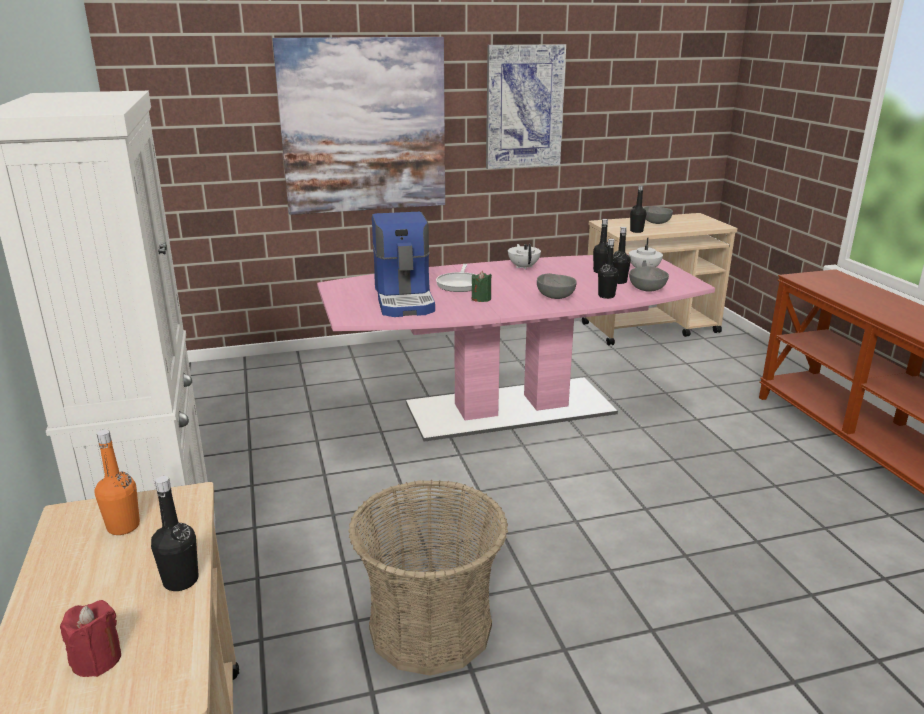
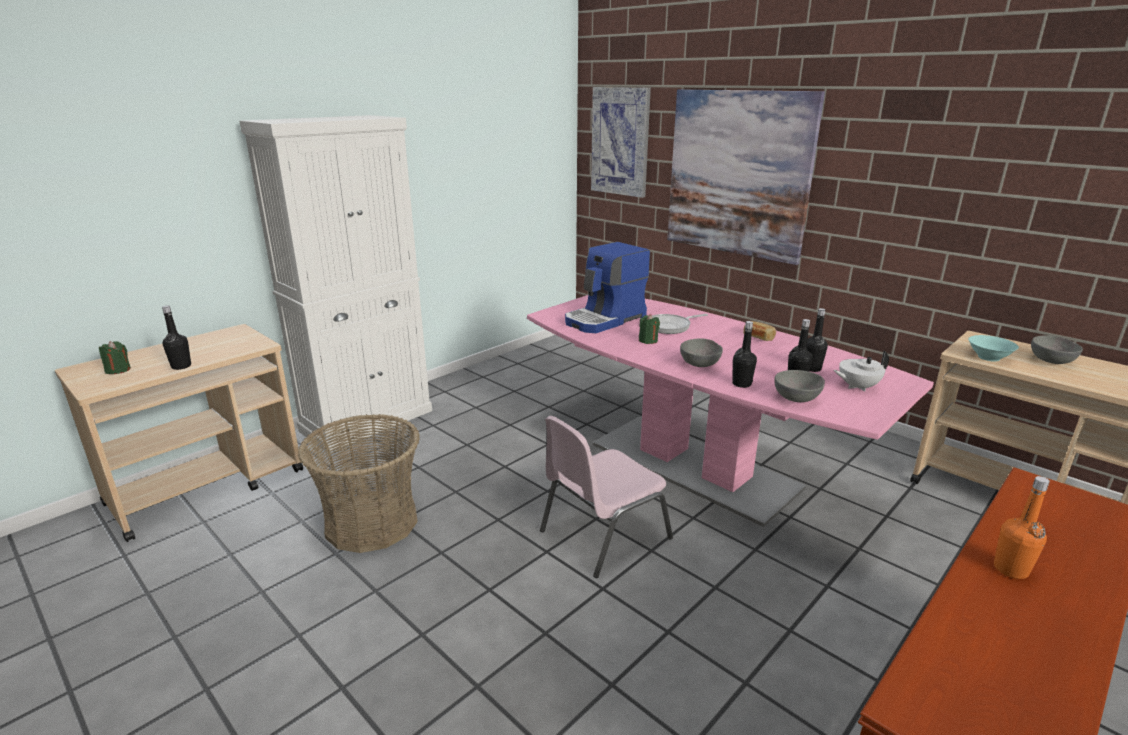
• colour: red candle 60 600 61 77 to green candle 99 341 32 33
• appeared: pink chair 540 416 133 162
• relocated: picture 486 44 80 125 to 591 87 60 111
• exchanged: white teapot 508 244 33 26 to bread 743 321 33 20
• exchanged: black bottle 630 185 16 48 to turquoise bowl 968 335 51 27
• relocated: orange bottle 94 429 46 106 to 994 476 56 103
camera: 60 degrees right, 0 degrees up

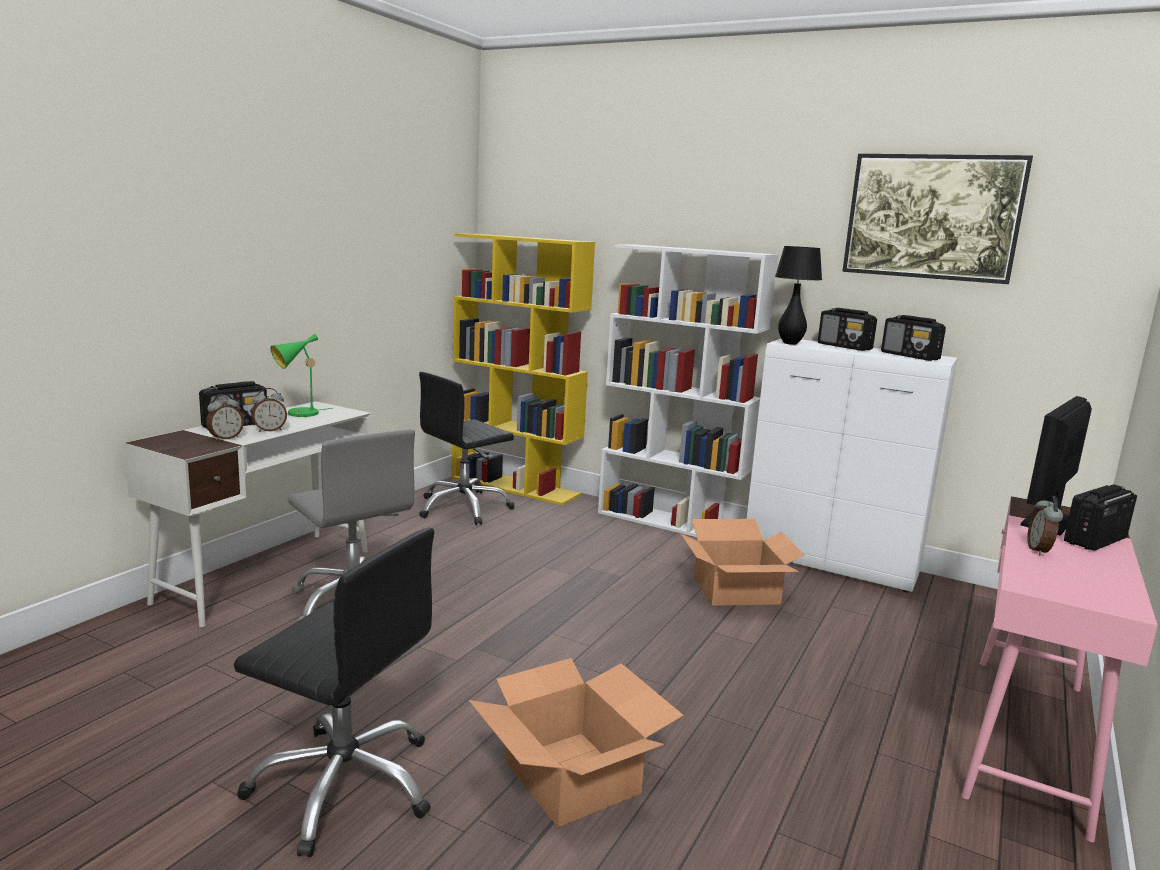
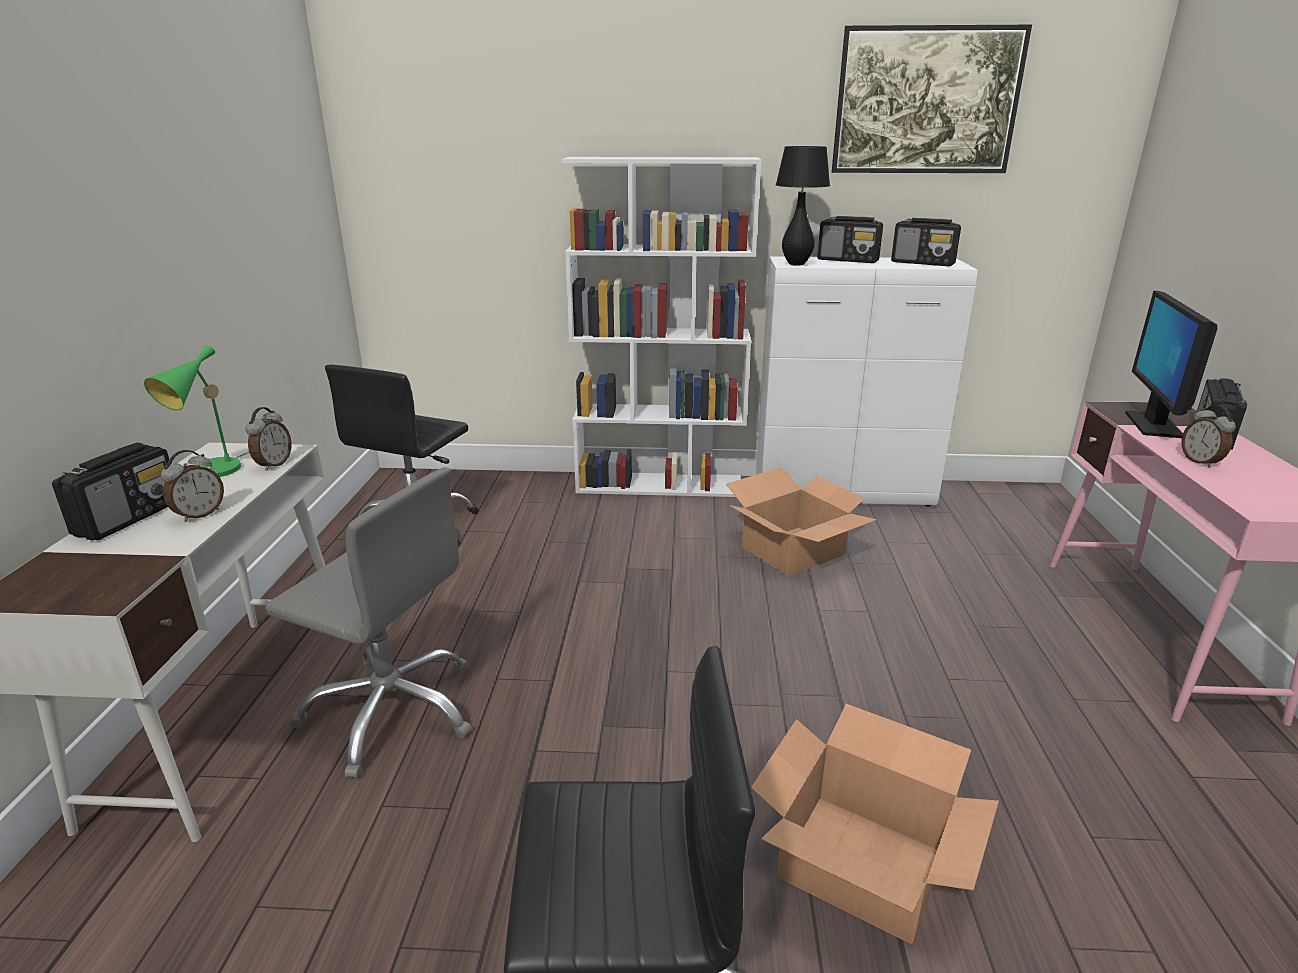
• relocated: alarm clock 206 394 38 47 to 246 407 46 64
• missing: yellow bookcase 451 233 144 272
camera: 25 degrees left, 10 degrees up

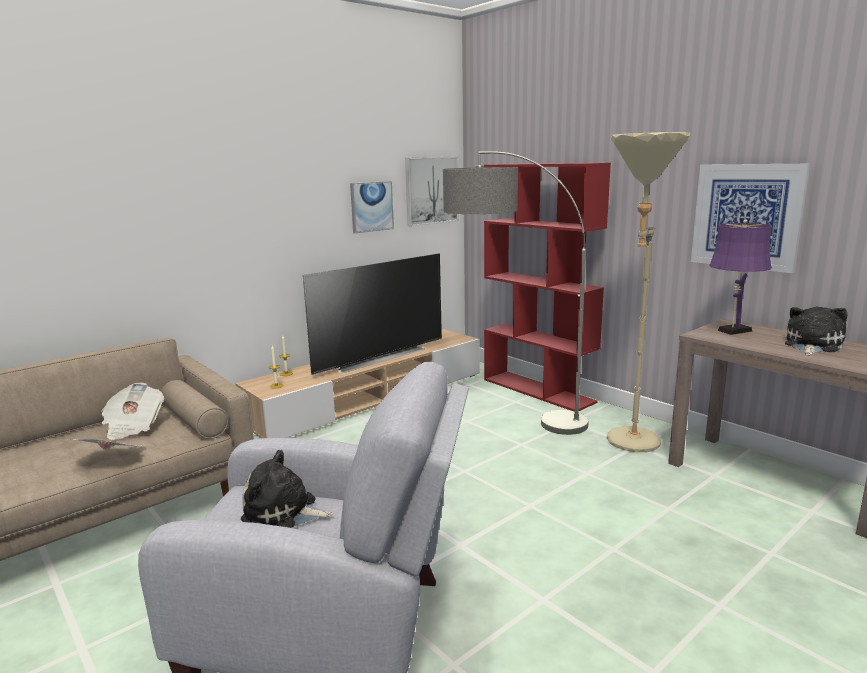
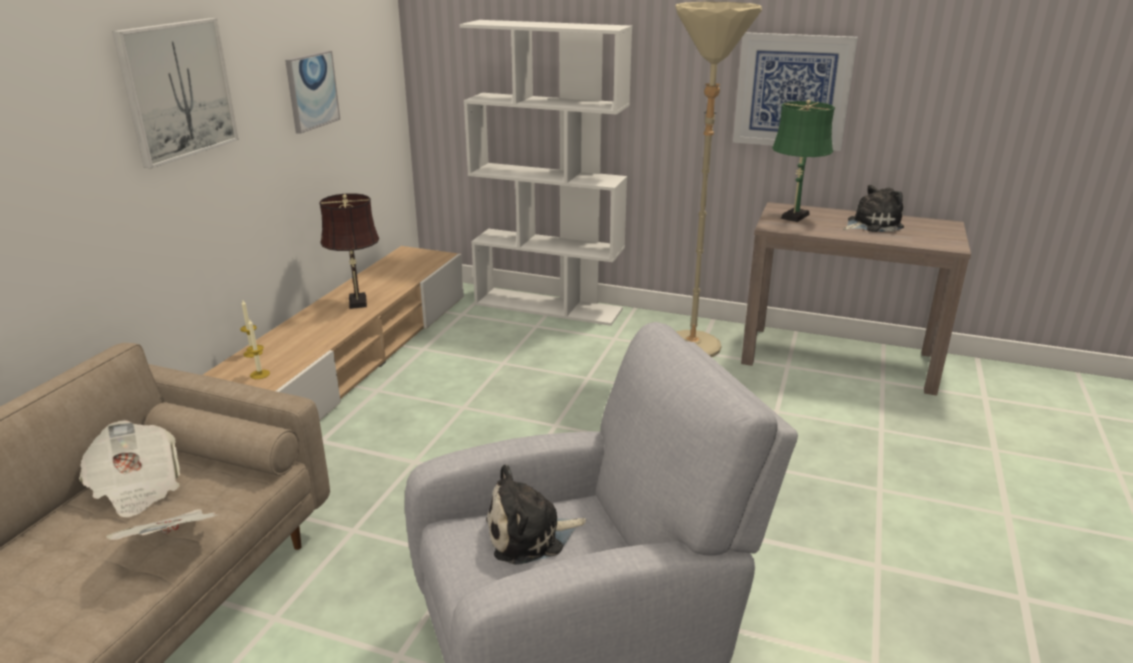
• relocated: picture 405 156 54 71 to 112 18 127 150
• exchanged: television 303 253 139 122 to brown table lamp 319 193 60 116
• colour: red bookcase 484 163 127 248 to white bookcase 460 20 172 306
• colour: purple table lamp 709 219 63 116 to green table lamp 772 99 63 123
• spun: plush toy 785 307 62 49 = 843 185 61 47 60 degrees clockwise
• missing: floor lamp 443 151 146 284
camera: 30 degrees left, 10 degrees up

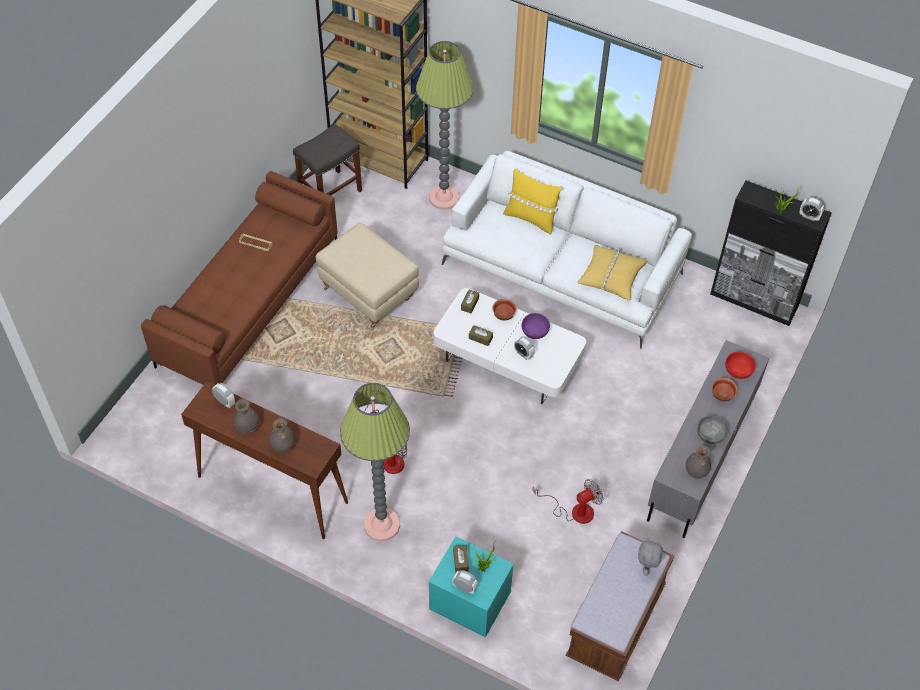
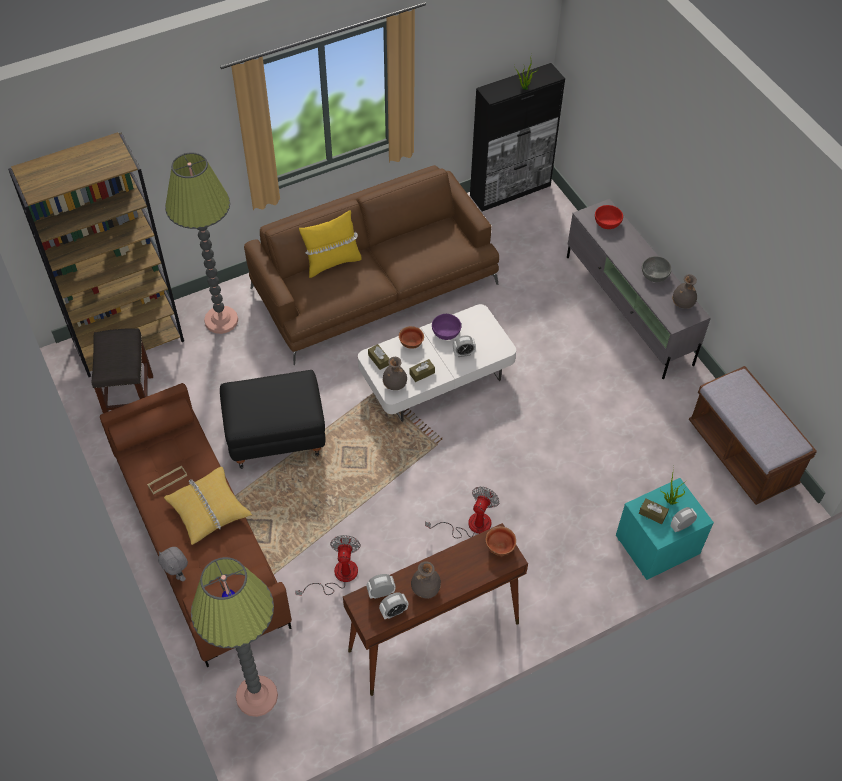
• relocated: grey plush toy 638 538 25 38 to 158 547 30 34
• relocated: yellow pillow 577 245 70 56 to 164 467 88 78
• relocated: floor lamp 340 383 70 158 to 191 557 87 160
• colour: beige ottoman 316 222 103 106 to black ottoman 220 370 105 99
• colour: white sofa 442 151 250 198 to brown sofa 244 165 255 200
• relocated: fan 532 479 71 45 to 295 535 66 61
• relocated: alarm clock 799 197 25 24 to 379 592 29 27
• relocated: grey vase 269 418 26 35 to 383 357 24 33
• relocated: bowl 712 378 26 24 to 486 526 30 30
camera: 55 degrees left, 0 degrees up

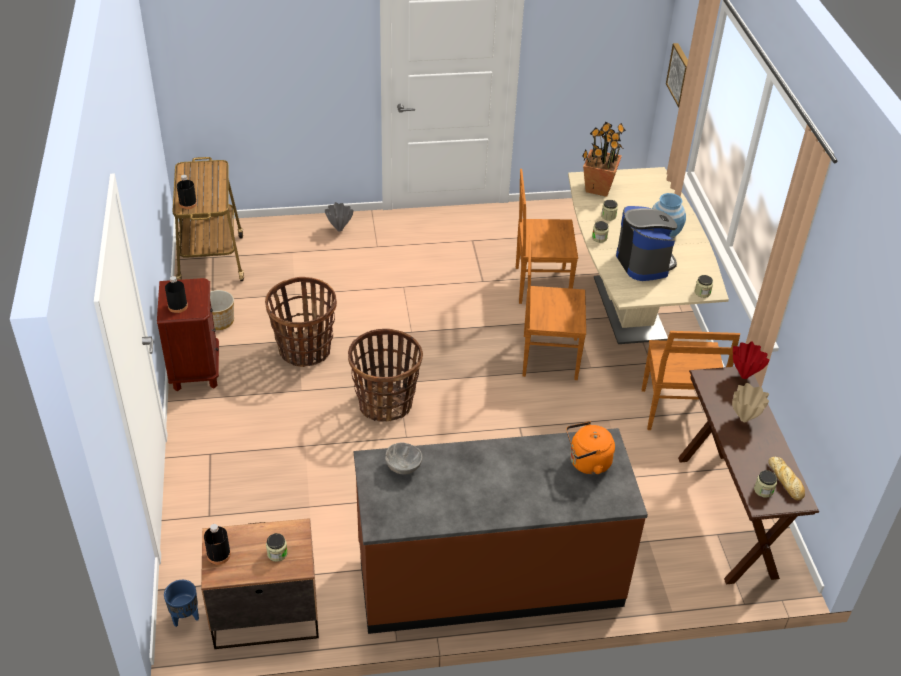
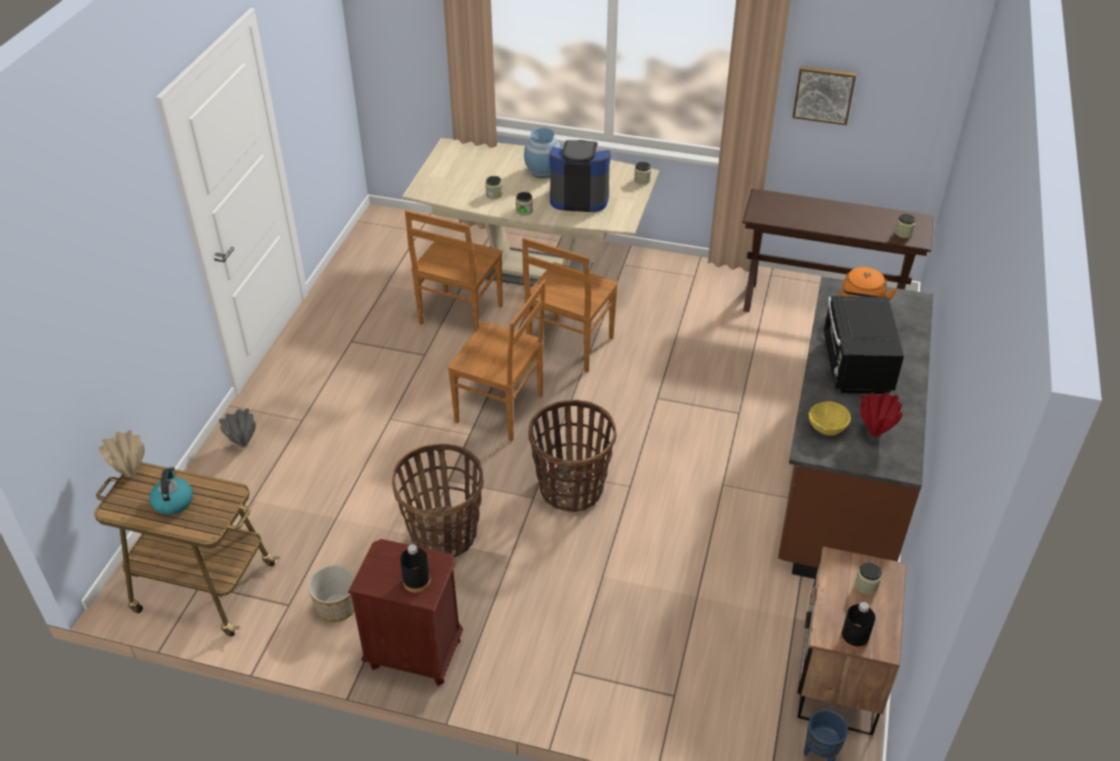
• relocated: beige vase 732 383 37 39 to 98 430 47 47
• appeared: kettle 149 467 44 48
• relocated: brown chair 642 331 98 99 to 447 279 99 162
• relocated: picture 666 43 22 64 to 792 66 64 59
• colour: grey bowl 385 443 37 32 to yellow bowl 809 401 42 34
• appeared: black microwave 823 296 81 98
• relocated: red vase 733 341 37 38 to 860 392 43 45
• missing: black bottle 177 175 20 34
• missing: potted plant 582 122 44 75
• missing: bread 768 457 37 43
camera: 65 degrees left, 0 degrees up

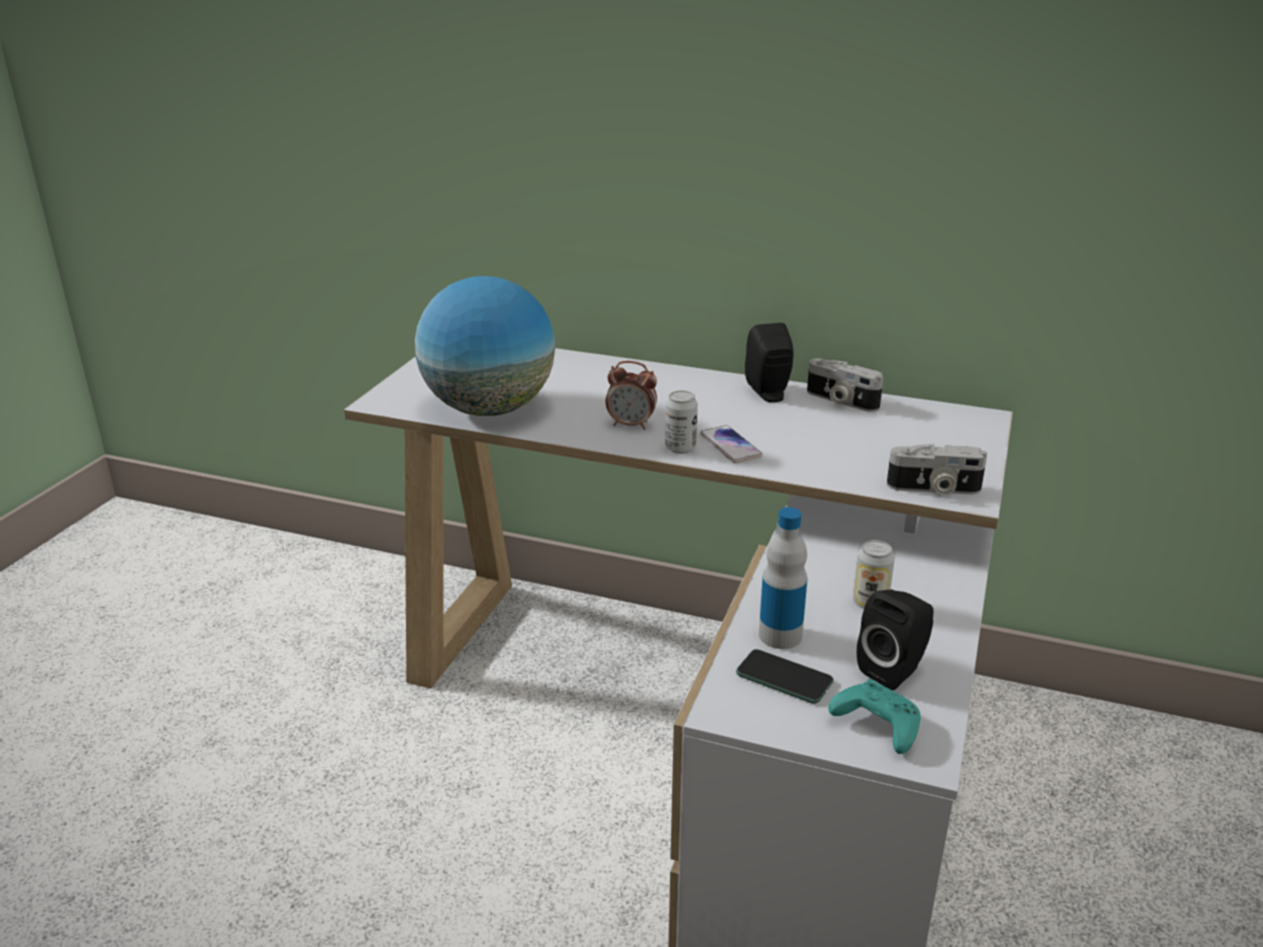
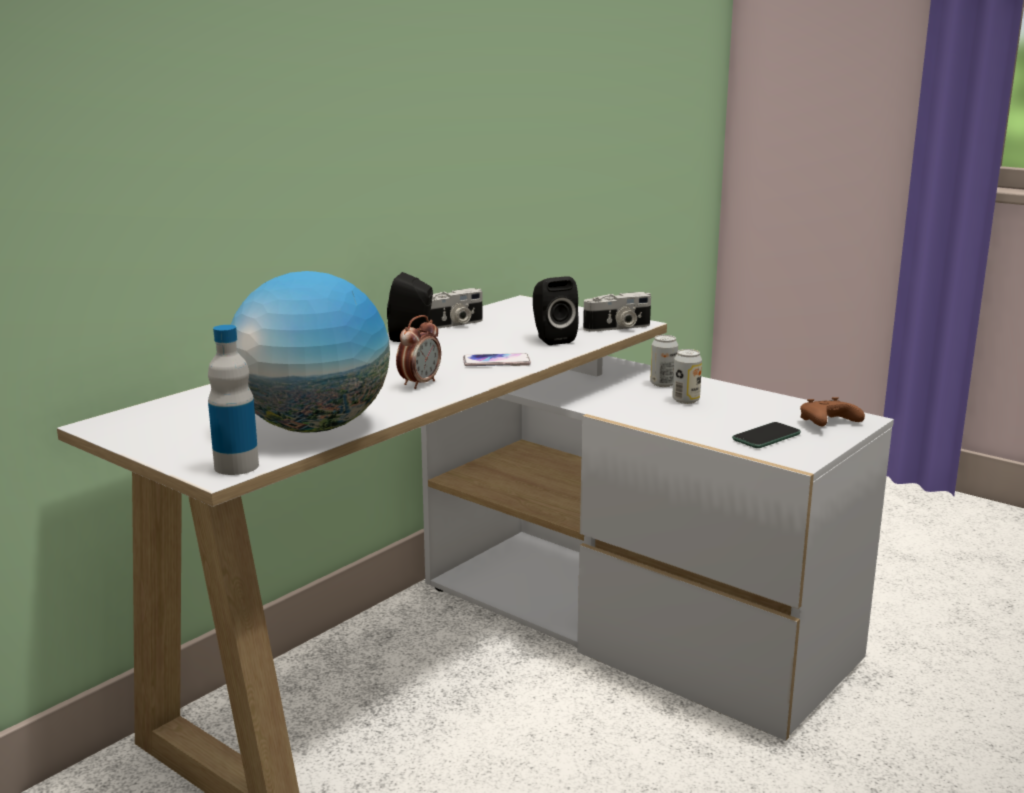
• relocated: bottle 759 507 49 142 to 208 325 51 150
• relocated: black speaker 857 589 76 101 to 533 276 46 69
• spun: photo camera 887 444 100 51 = 583 292 68 40 45 degrees clockwise
• relocated: can 665 391 33 63 to 650 335 28 52
• colour: turquoise game controller 828 679 93 75 to brown game controller 800 397 65 29
camera: 70 degrees left, 10 degrees down

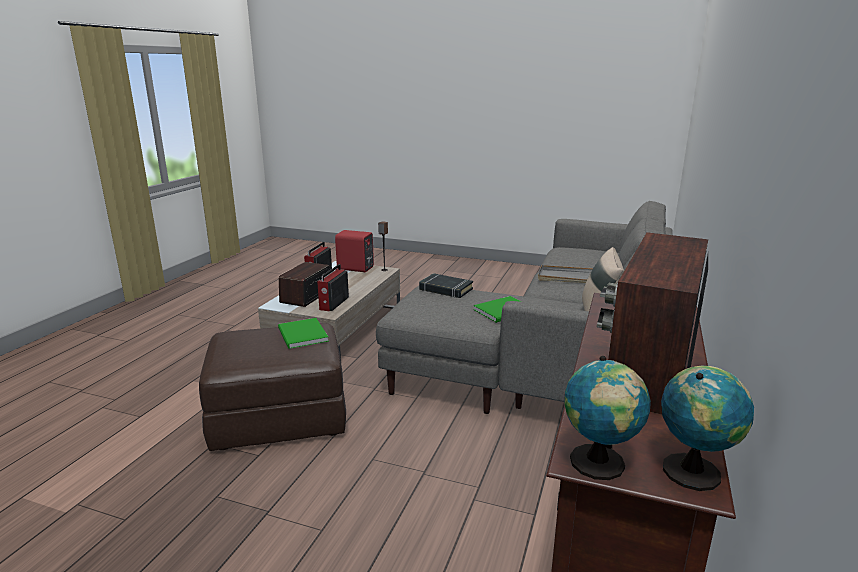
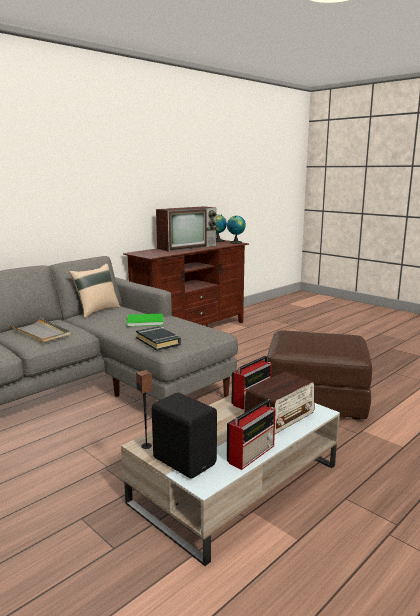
• colour: red speaker 335 230 39 42 to black speaker 152 392 65 87
• missing: green book 278 318 51 31
camera: 155 degrees left, 5 degrees down

